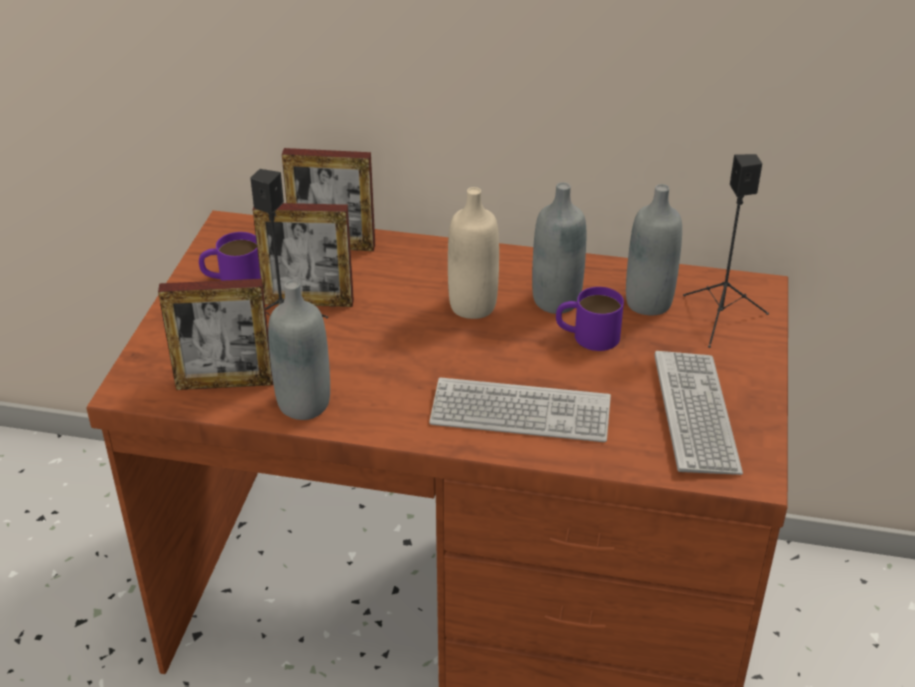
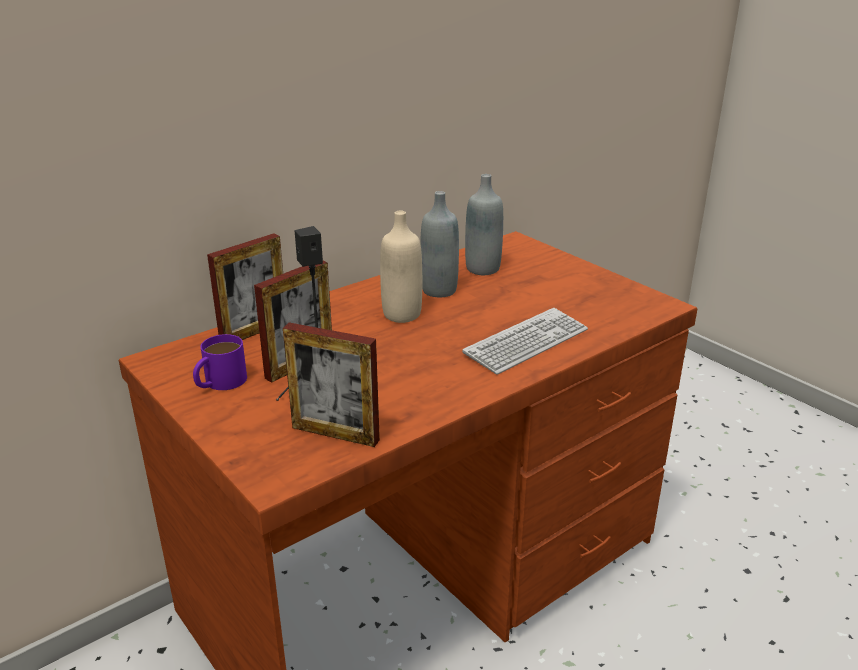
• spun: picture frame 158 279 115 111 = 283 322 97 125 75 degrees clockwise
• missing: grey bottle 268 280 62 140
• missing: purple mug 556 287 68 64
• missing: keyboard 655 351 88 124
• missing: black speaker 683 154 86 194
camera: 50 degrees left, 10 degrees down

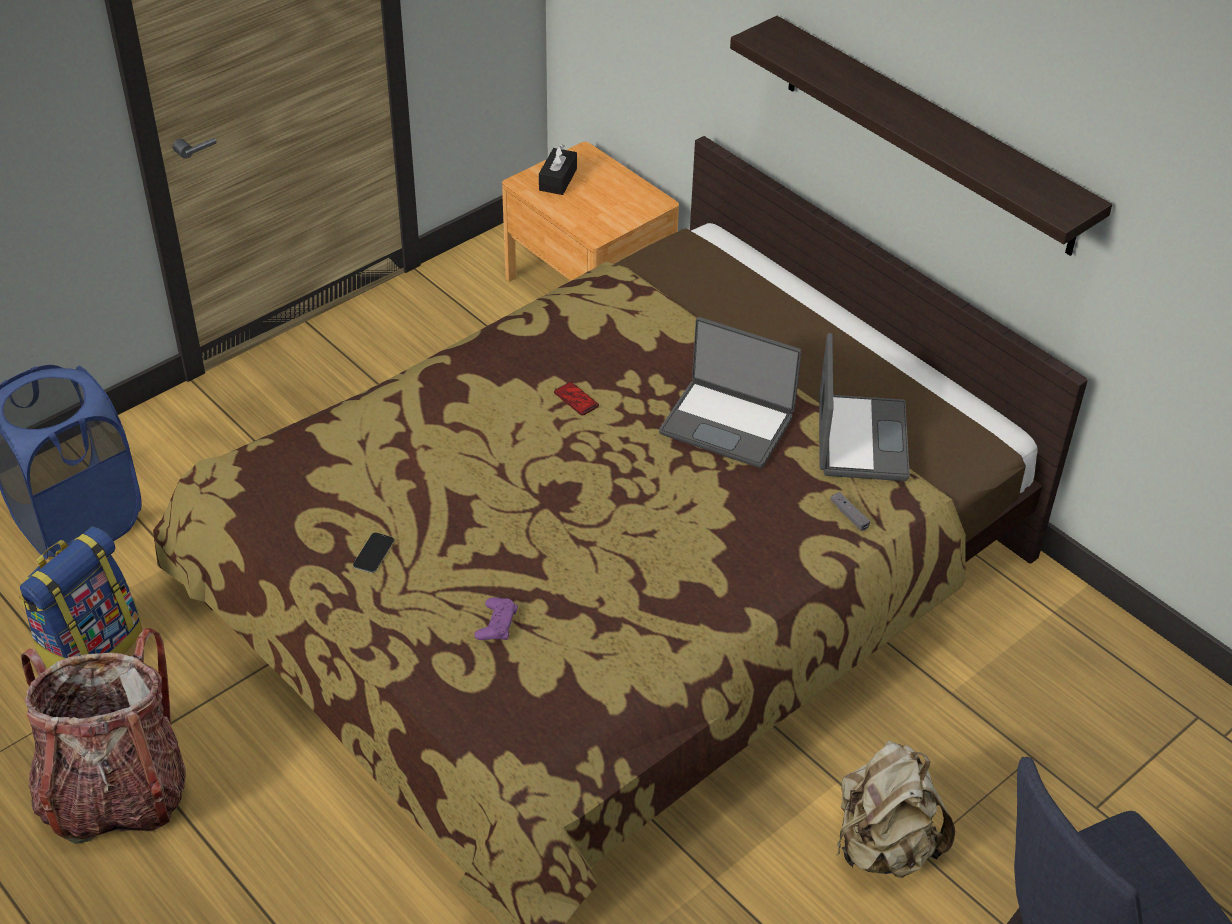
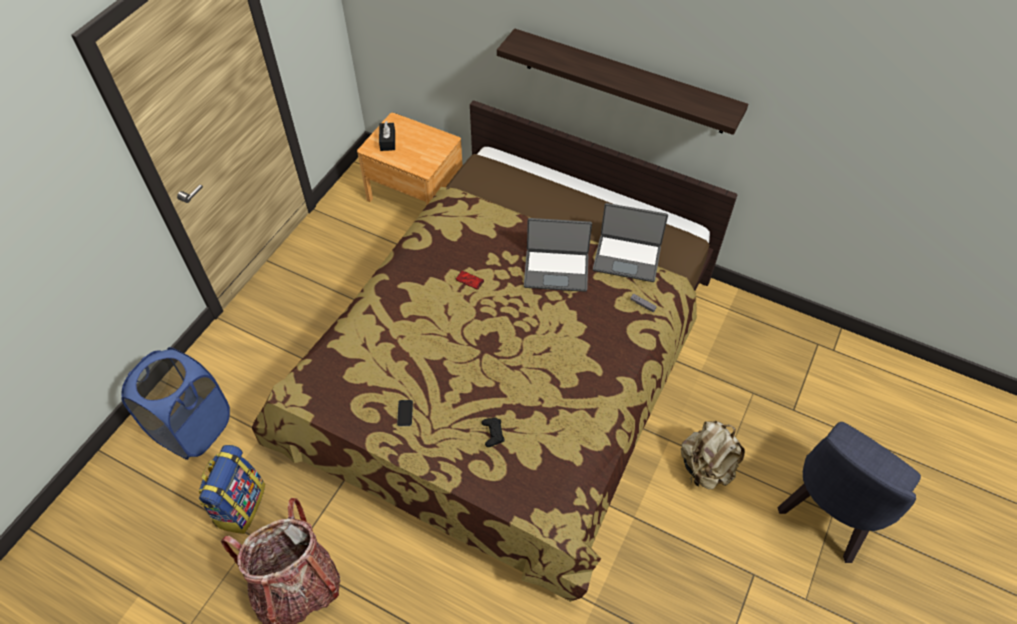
• colour: purple game controller 474 597 44 43 to black game controller 482 418 22 29
• spun: laptop 819 333 91 148 = 593 203 75 79 120 degrees clockwise
camera: 20 degrees left, 10 degrees up

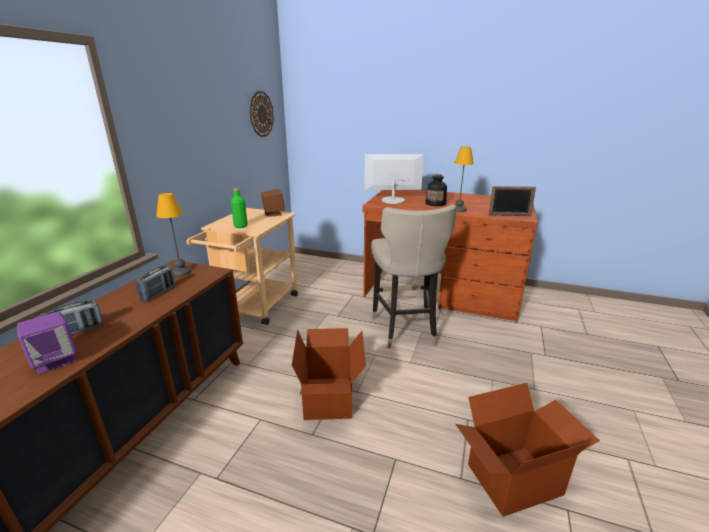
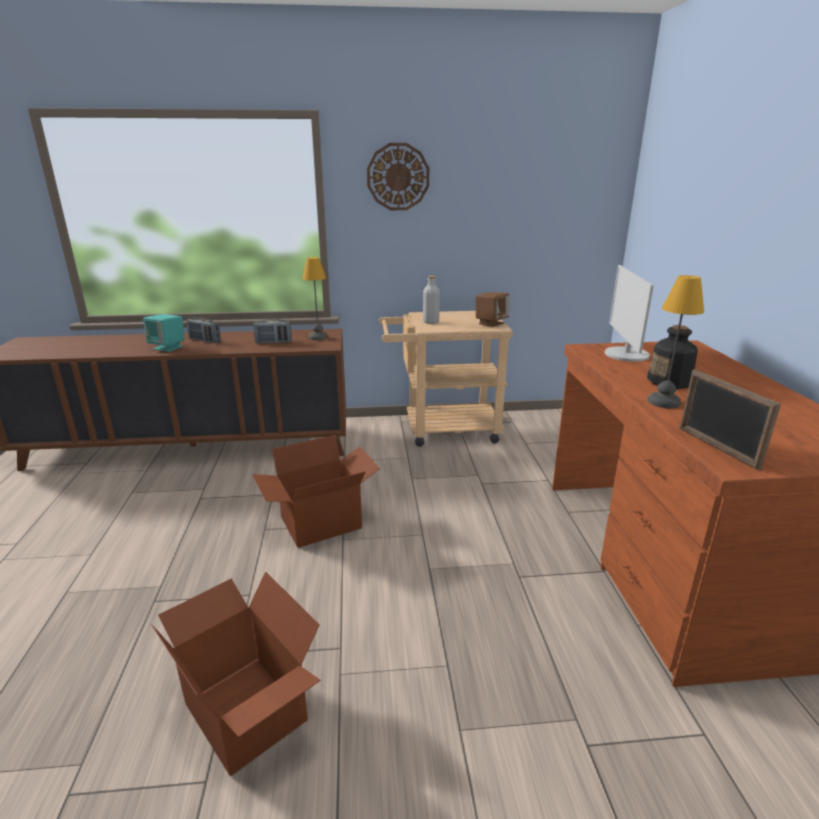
• colour: purple speaker 17 311 60 64 to turquoise speaker 143 314 42 38
• relocated: wall clock 249 91 25 46 to 367 143 62 67
• colour: green bottle 231 188 17 40 to grey bottle 423 276 17 48
• spun: monitor 364 154 60 50 = 605 265 49 97 150 degrees counterclockwise
• missing: beige stool 371 205 86 144
camera: 65 degrees right, 0 degrees up

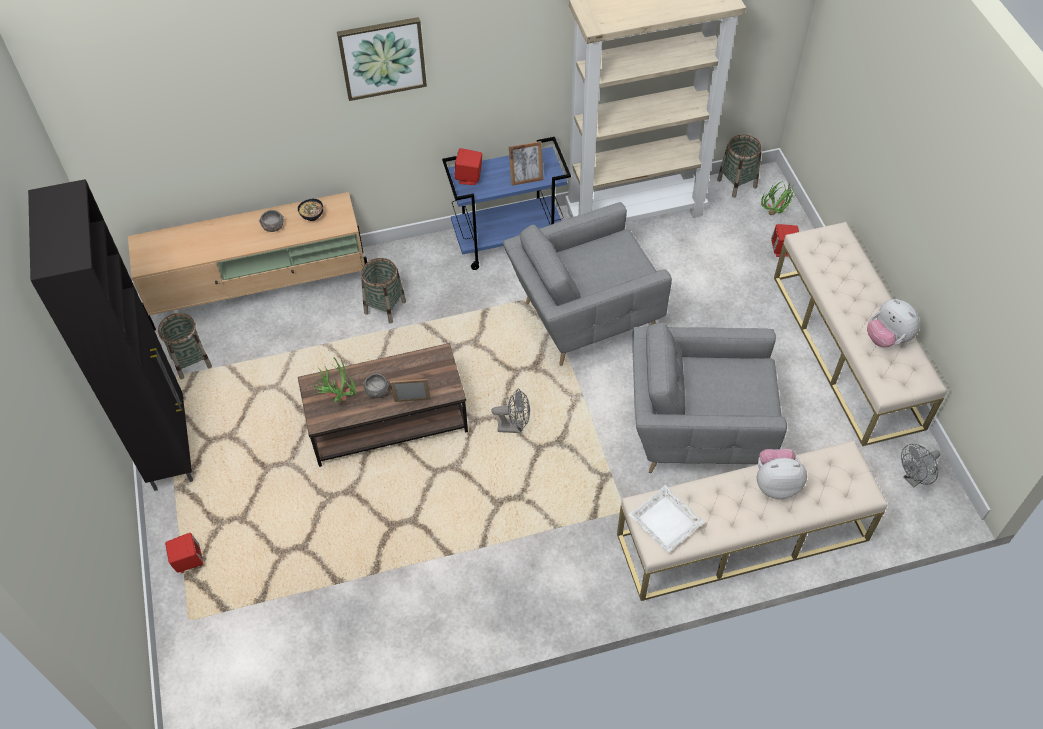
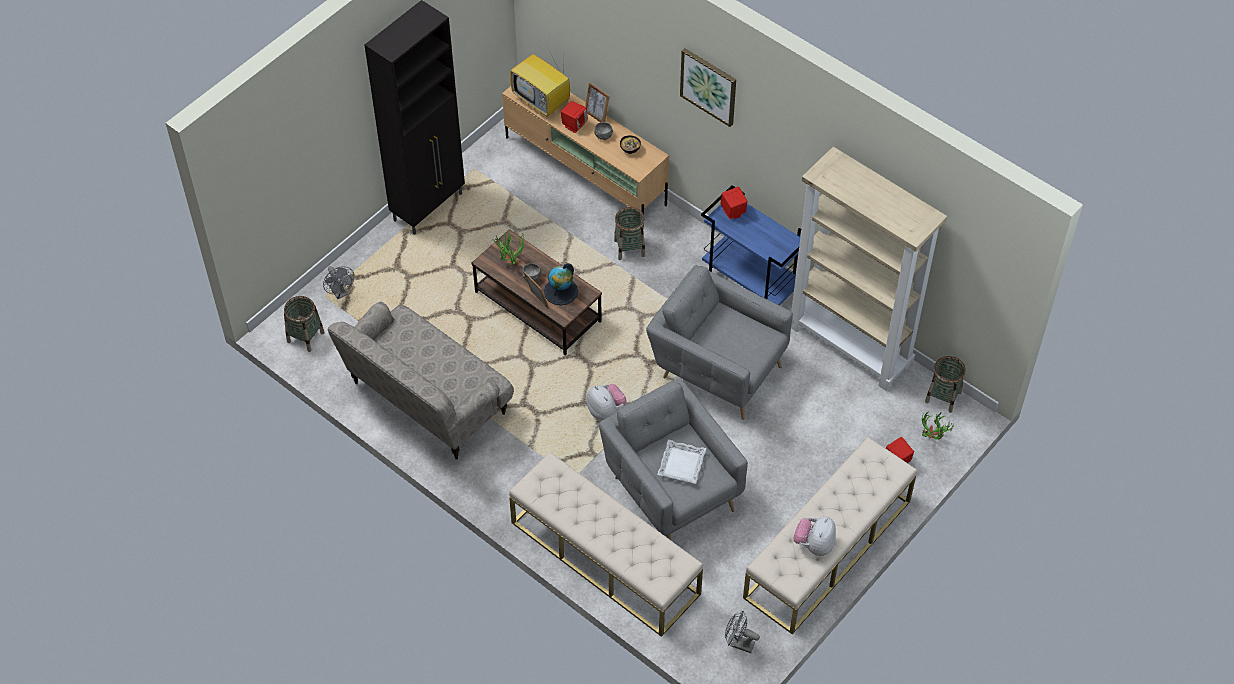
• relocated: basket 158 313 54 66 to 284 296 40 56
• relocated: grey fan 491 389 39 44 to 323 266 31 33
• appeared: beige sofa 327 302 187 158
• appeared: television 510 54 60 62
• appeared: globe 544 263 34 42
• relocated: red speaker 165 533 38 40 to 561 101 27 32
• relocated: picture frame 509 141 34 45 to 585 83 24 39
• relocated: plush toy 757 449 50 50 to 586 384 41 36
• relocated: white tray 629 485 76 68 to 657 440 50 44
camera: 55 degrees right, 0 degrees up

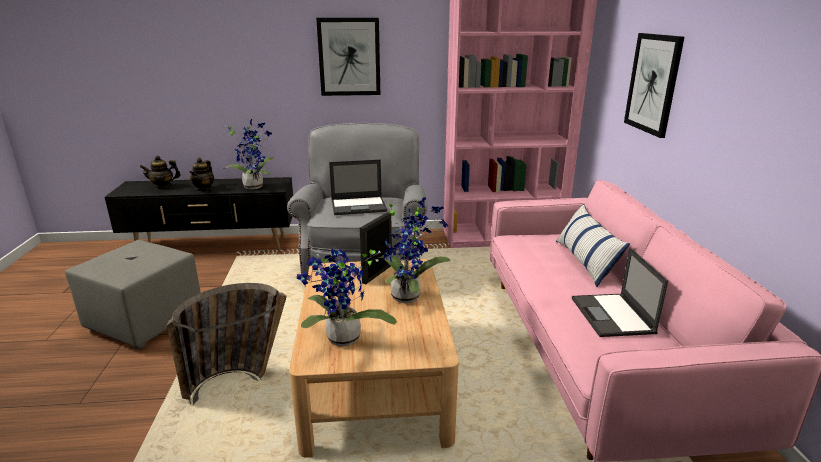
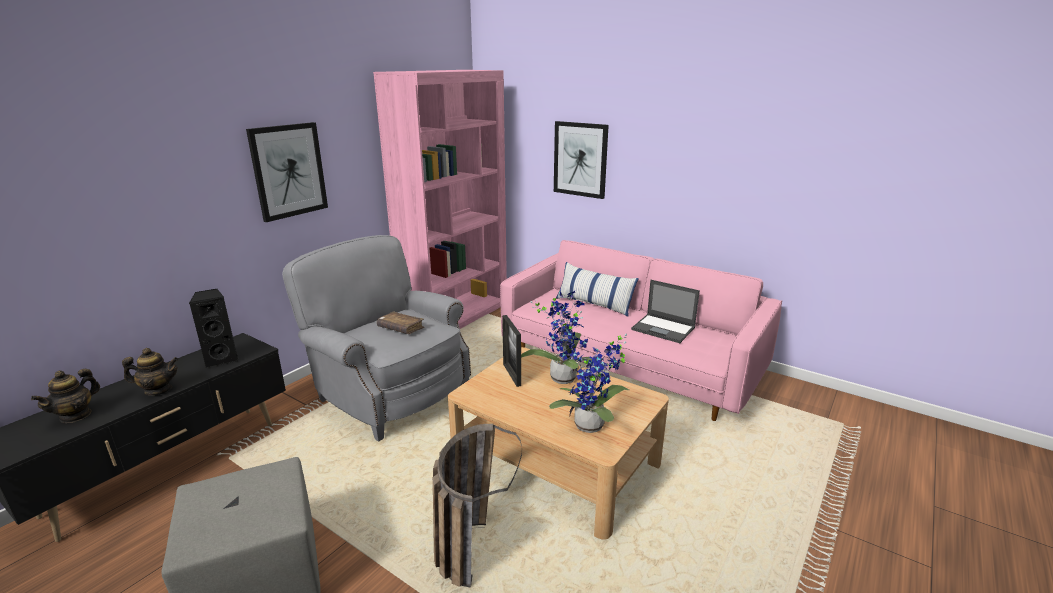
• spun: teapot 189 158 25 34 = 122 348 56 48 60 degrees counterclockwise
• exchanged: potted plant 224 119 50 70 to black speaker 189 289 50 79
• exchanged: laptop 329 159 58 56 to brown book 377 311 47 23
camera: 50 degrees left, 0 degrees up

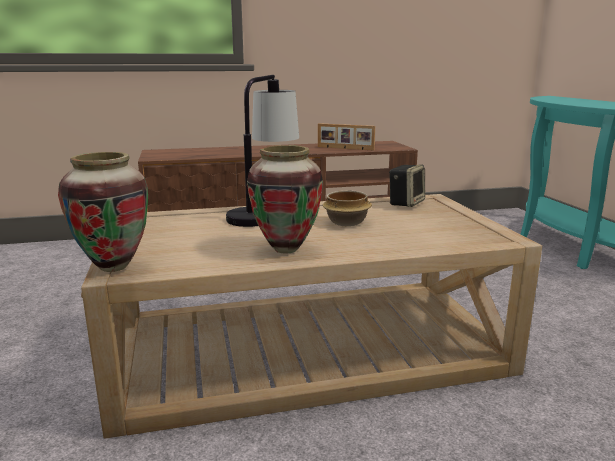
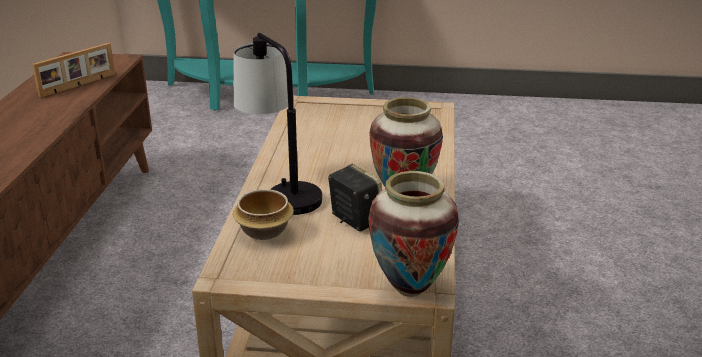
• relocated: bowl 323 190 49 36 to 233 189 61 51
• relocated: speaker 389 164 36 43 to 328 164 54 67
camera: 70 degrees left, 10 degrees up

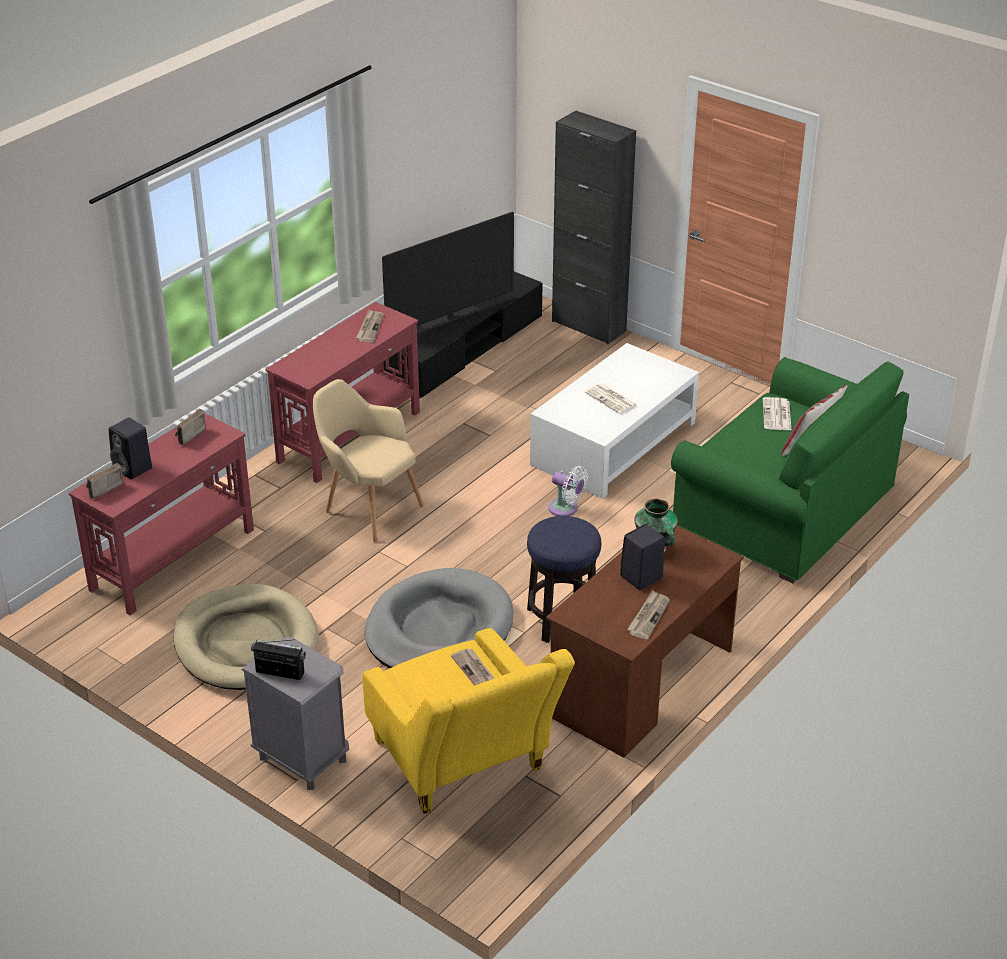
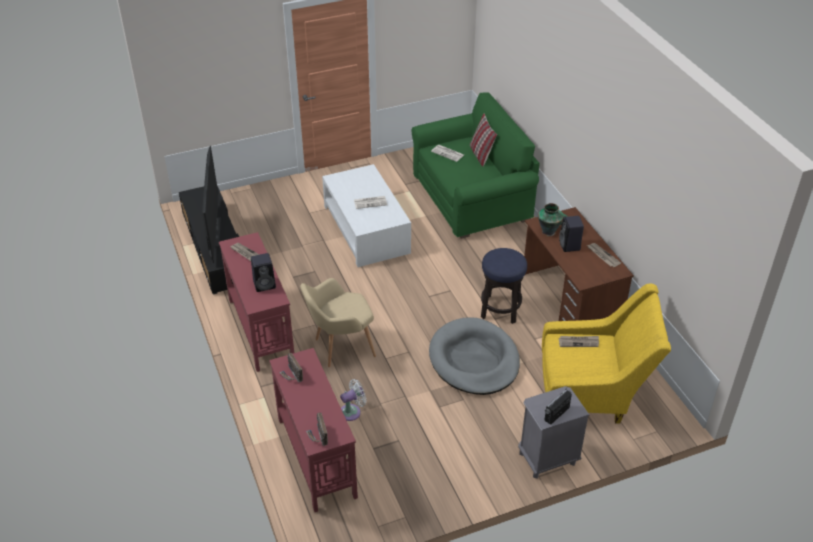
• relocated: black speaker 109 418 43 61 to 251 253 25 39
• relocated: white fan 548 466 40 50 to 340 379 26 42
• missing: beige dog bed 174 584 145 106
• missing: black cabinet 552 111 84 233
camera: 60 degrees left, 5 degrees up

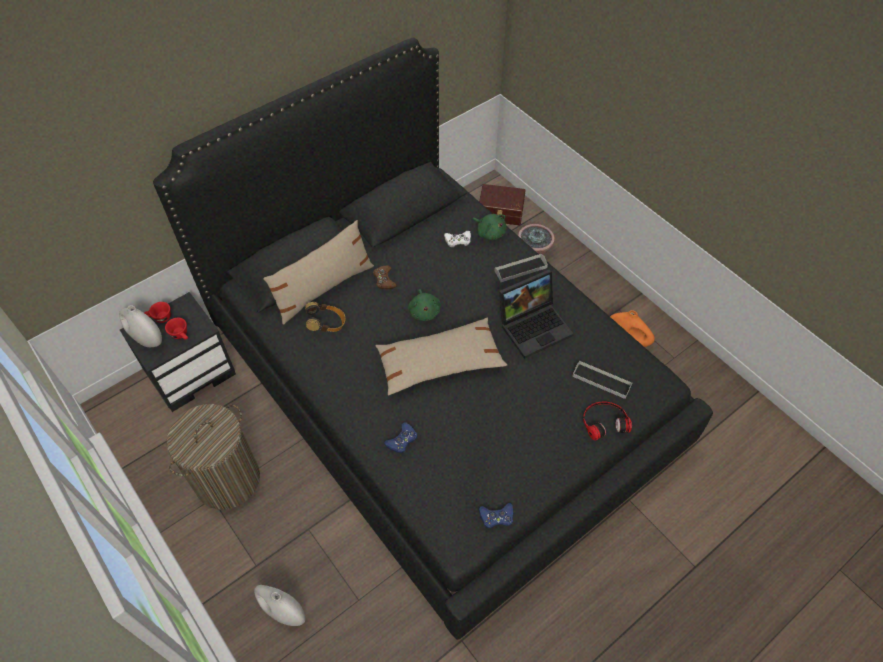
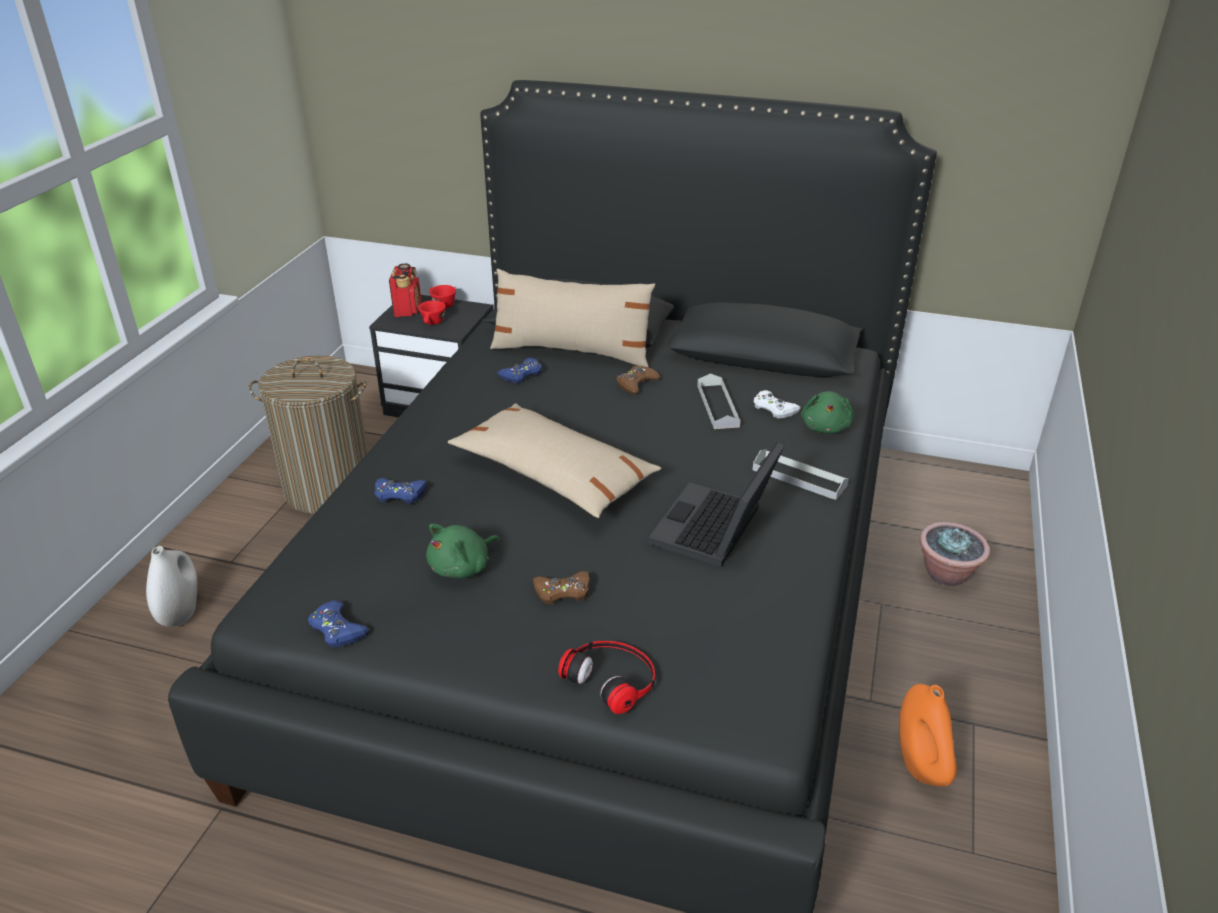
• exchanged: white vase 119 305 43 42 to radio 389 263 32 54
• relocated: green plush toy 408 289 33 32 to 426 524 74 54
• exchanged: headphones 305 302 40 30 to blue game controller 497 358 45 25
• appeared: brown game controller 533 571 57 33
• spun: laptop 499 270 75 89 = 648 442 137 125 90 degrees clockwise
• relocated: grey tray 572 361 61 38 to 697 373 43 56
• missing: brown storage box 479 184 47 41
camera: 55 degrees right, 20 degrees down

